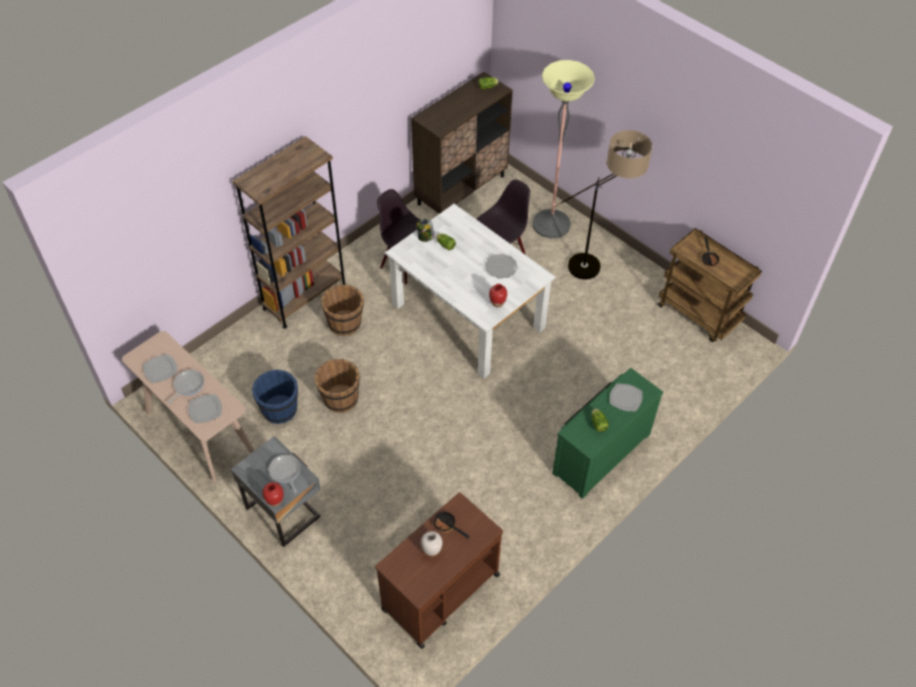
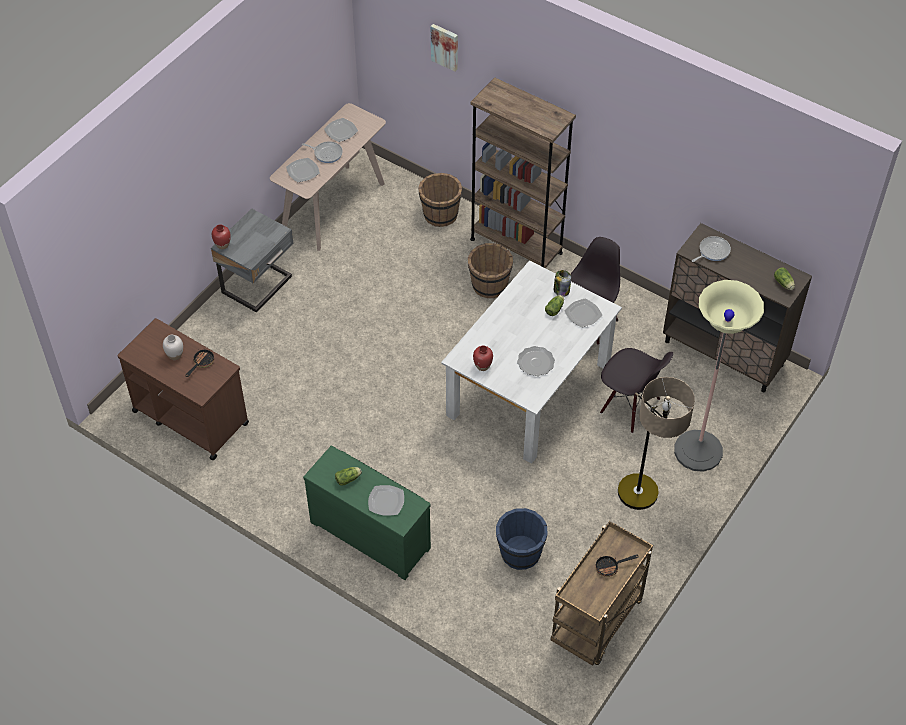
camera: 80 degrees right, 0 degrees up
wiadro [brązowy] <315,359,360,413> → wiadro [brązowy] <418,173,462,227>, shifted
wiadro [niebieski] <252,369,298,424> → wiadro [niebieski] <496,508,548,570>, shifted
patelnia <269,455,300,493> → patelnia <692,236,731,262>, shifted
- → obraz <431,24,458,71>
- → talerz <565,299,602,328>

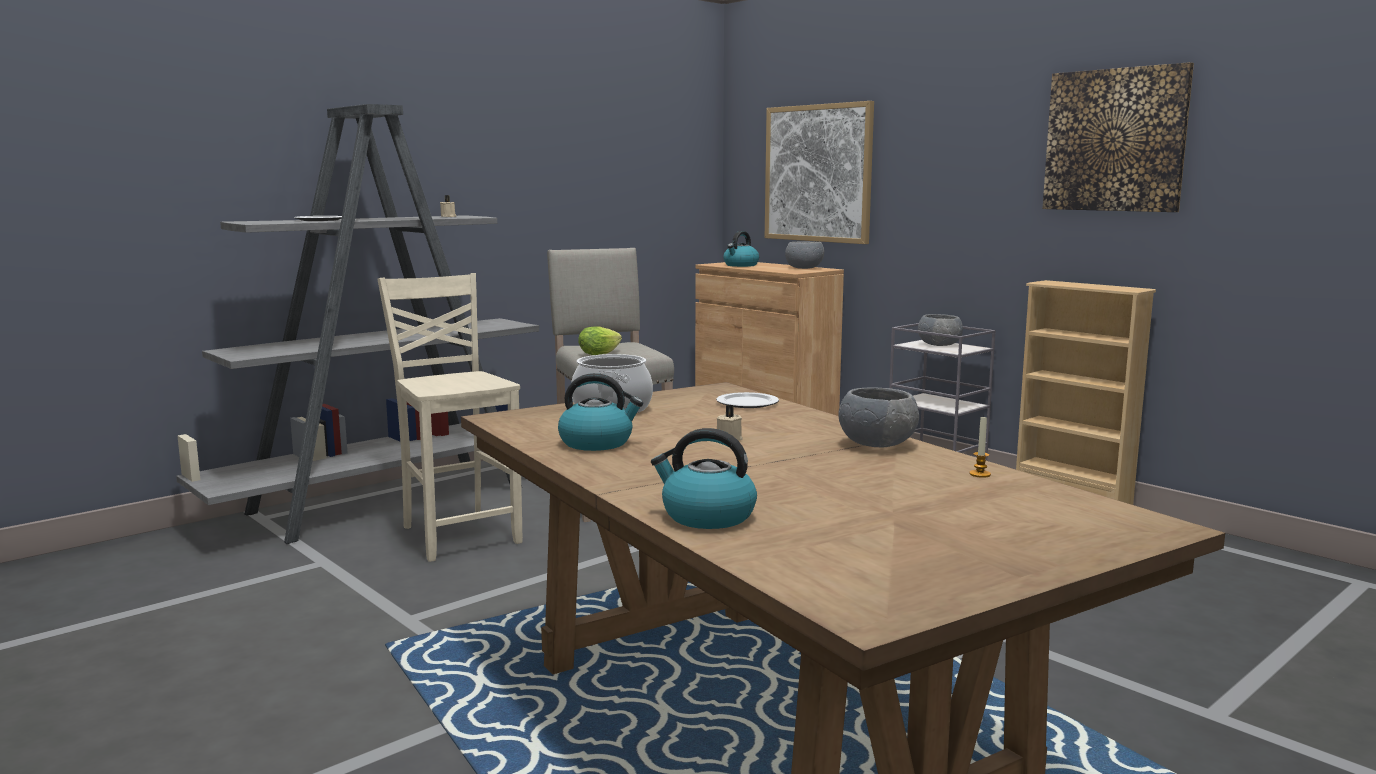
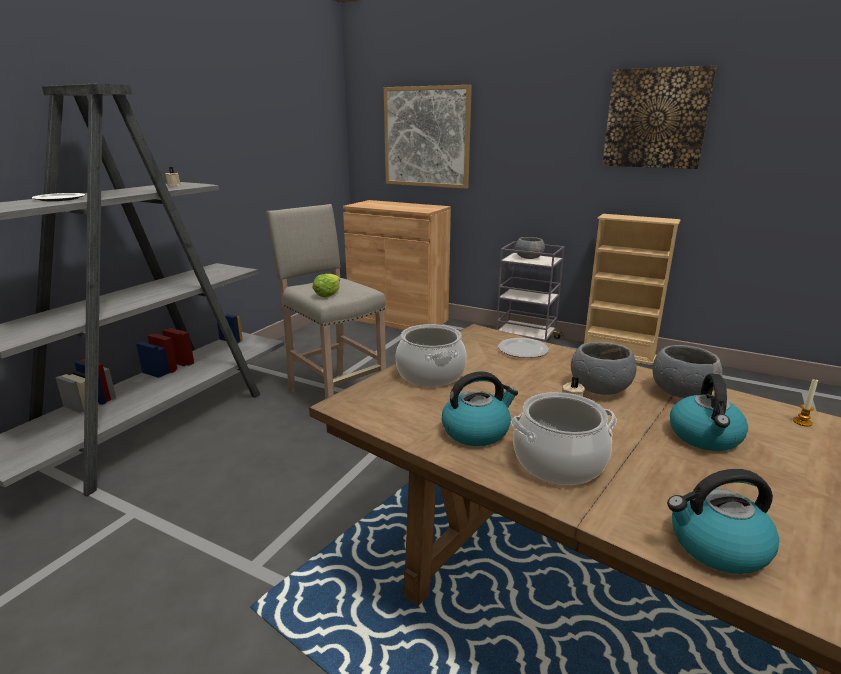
camera: 20 degrees left, 10 degrees up
czajnik <723,231,759,267> → czajnik <670,374,748,451>, shifted
miska [szary] <785,241,824,269> → miska [szary] <571,342,637,395>, shifted
krzesło [beżowy] <378,273,523,562> → -
- → garnek <511,392,617,485>

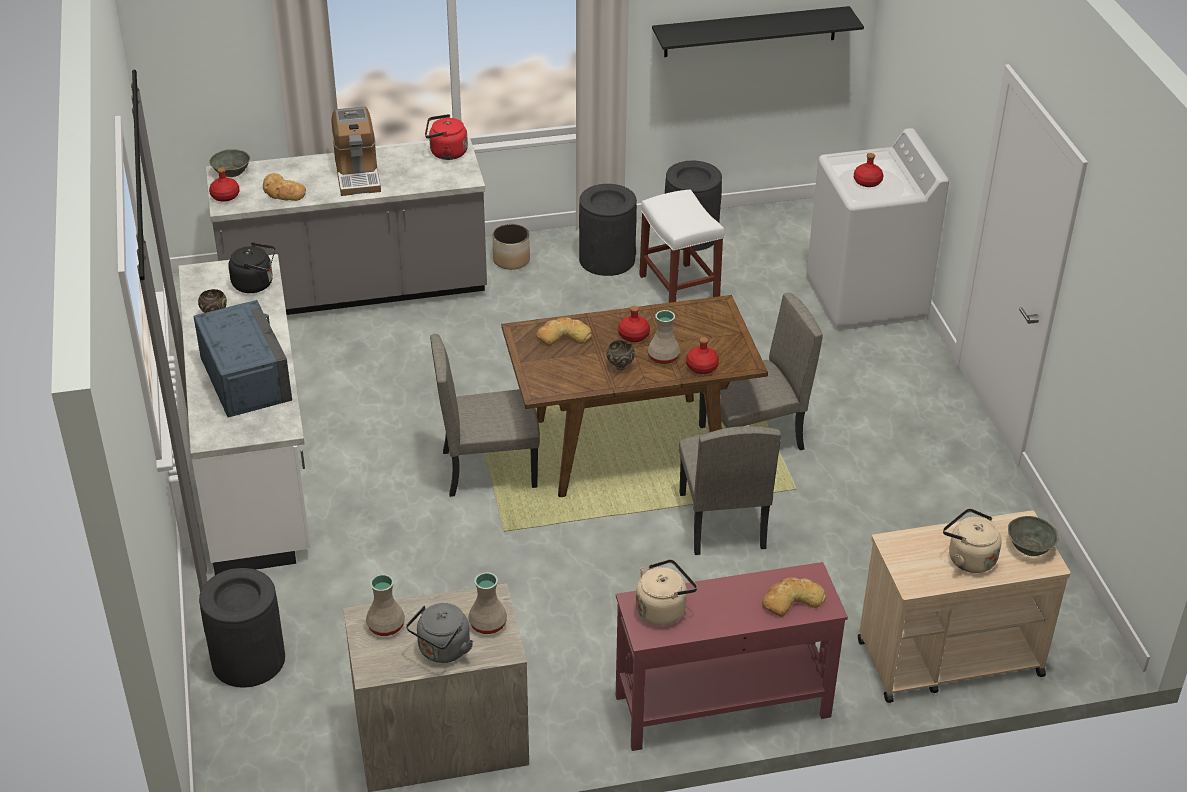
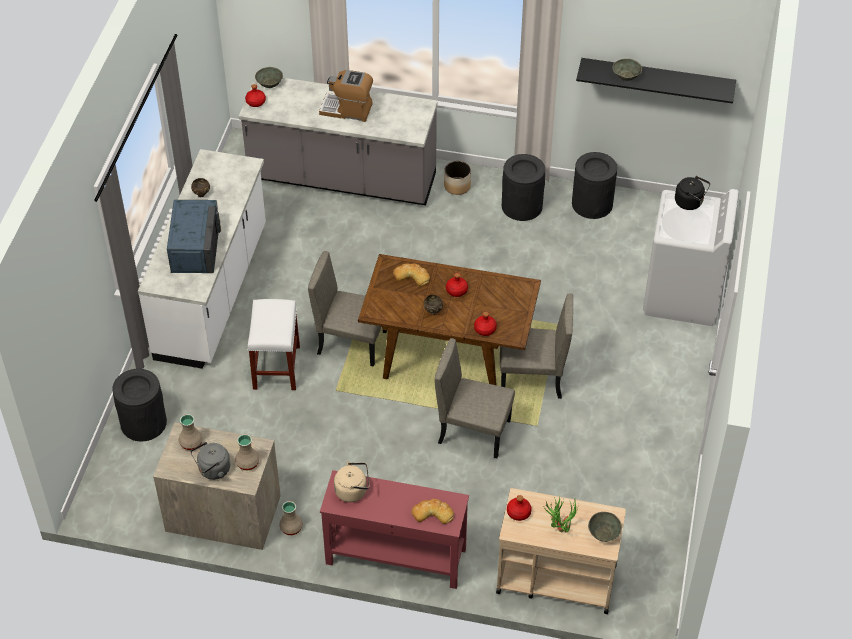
camera: 25 degrees right, 10 degrees up
ekspres do kawy <331,107,381,196> → ekspres do kawy <319,70,373,122>, 90 degrees clockwise
czajnik [czerwony] <425,114,468,160> → -
butelka [czerwony] <854,153,883,187> → butelka [czerwony] <507,495,532,521>, shifted
chleb <263,173,306,201> → -
stołek [biały] <639,189,724,303> → stołek [biały] <248,299,300,390>, shifted
czajnik [czarny] <228,242,275,293> → czajnik [czarny] <675,176,710,210>, shifted
wazon [beżowy] <648,310,680,364> → wazon [beżowy] <279,501,303,535>, shifted
krzesło [beżowy] <679,426,781,555> → krzesło [beżowy] <434,338,515,458>, 90 degrees clockwise
czajnik [beżowy] <943,508,1002,573> → roślina doniczkowa <543,495,579,532>
- → miska [szary] <613,59,642,81>

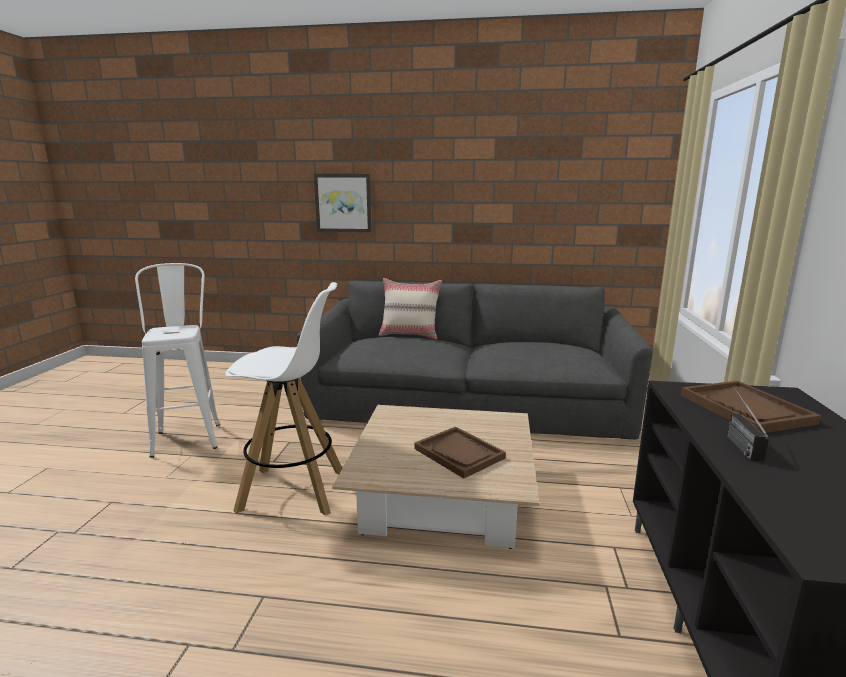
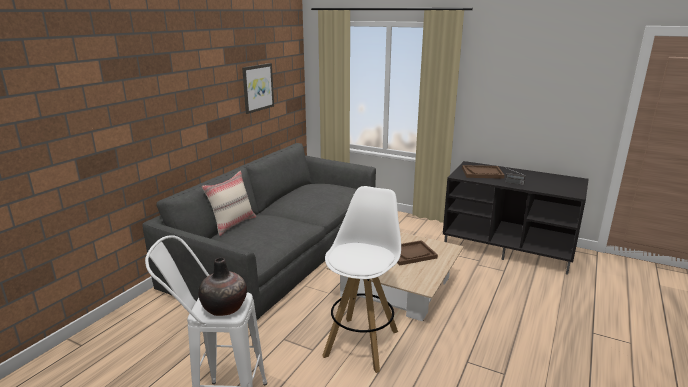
camera: 70 degrees left, 5 degrees up
obraz <314,174,372,232> → obraz <242,63,274,114>, shifted
- → wazon <198,258,247,316>

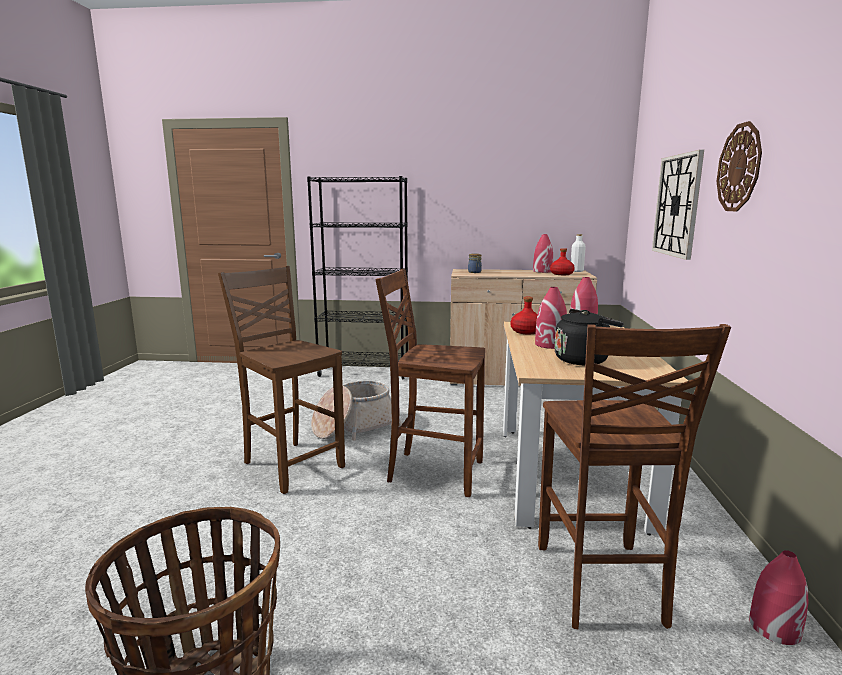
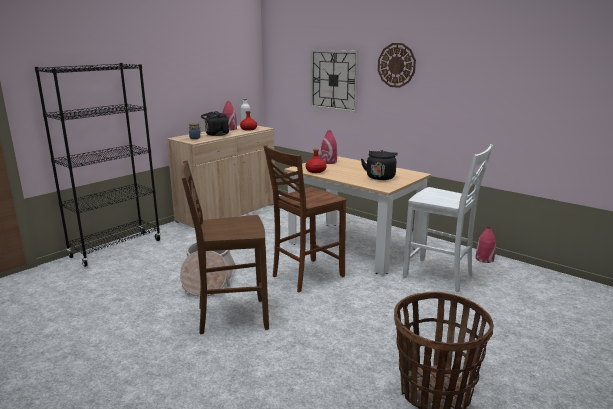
camera: 55 degrees left, 5 degrees up
wazon [czerwony] <535,287,567,349> → -
krzesło [brązowy] <538,324,731,629> → krzesło [biały] <403,144,493,292>
- → czajnik [czarny] <201,111,229,136>

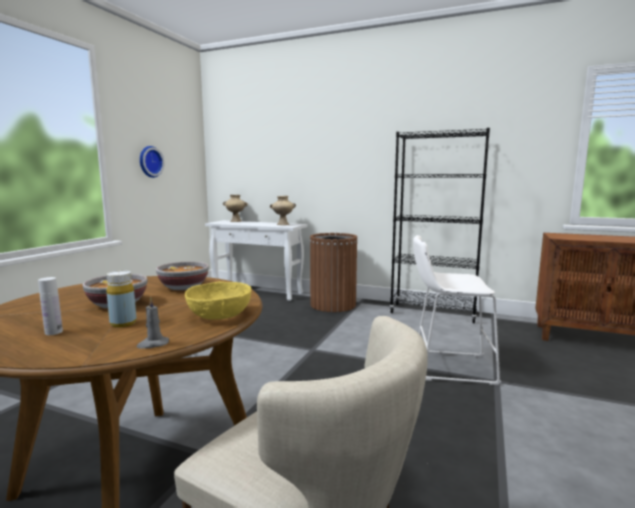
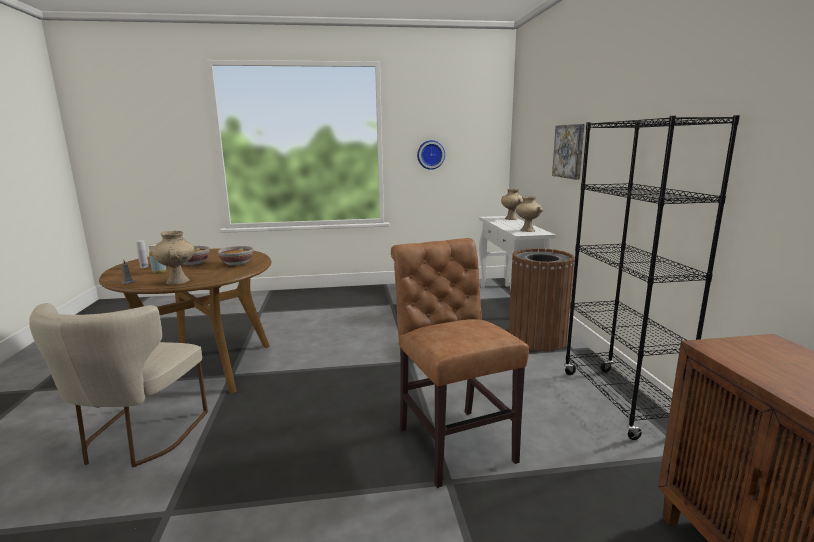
camera: 60 degrees right, 5 degrees up
stołek [biały] <413,235,501,385> → krzesło [brązowy] <391,238,529,488>
miska [żółty] <185,281,252,320> → wazon [beżowy] <152,231,195,285>
- → obraz <552,124,585,180>

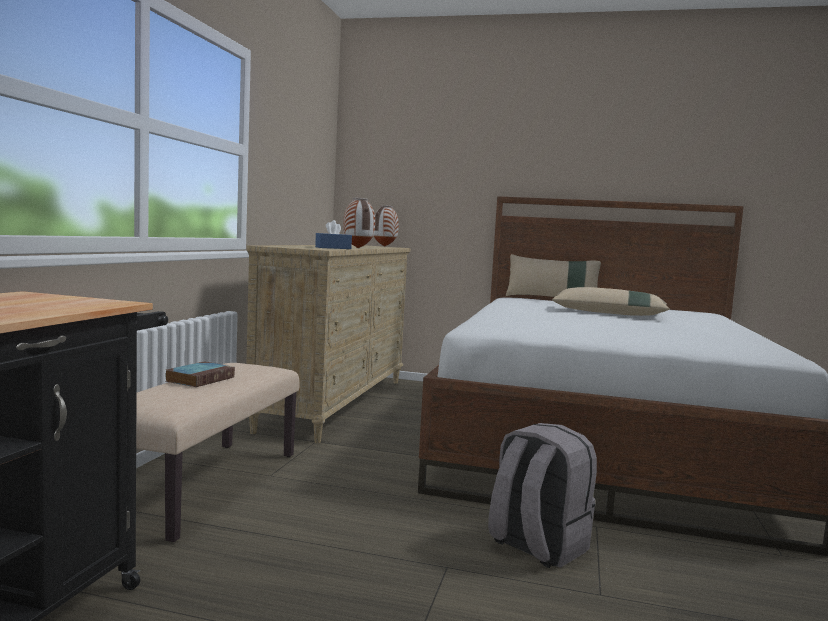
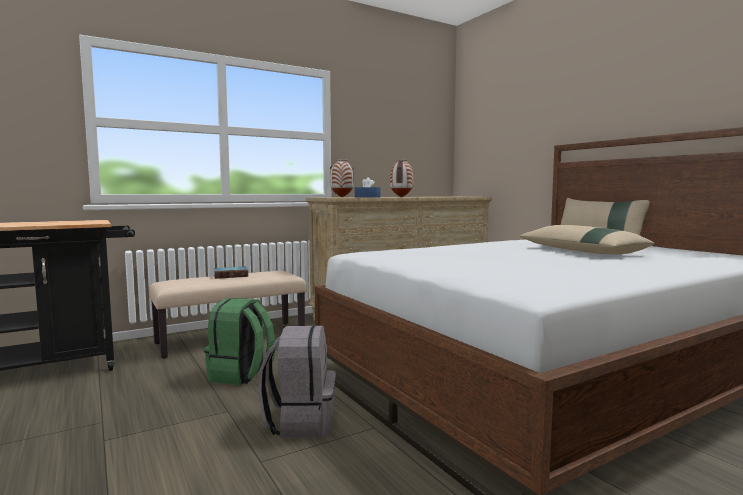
camera: 45 degrees right, 0 degrees up
wazon <374,205,399,247> → wazon <330,159,354,197>, shifted
- → plecak [zielony] <204,298,275,385>

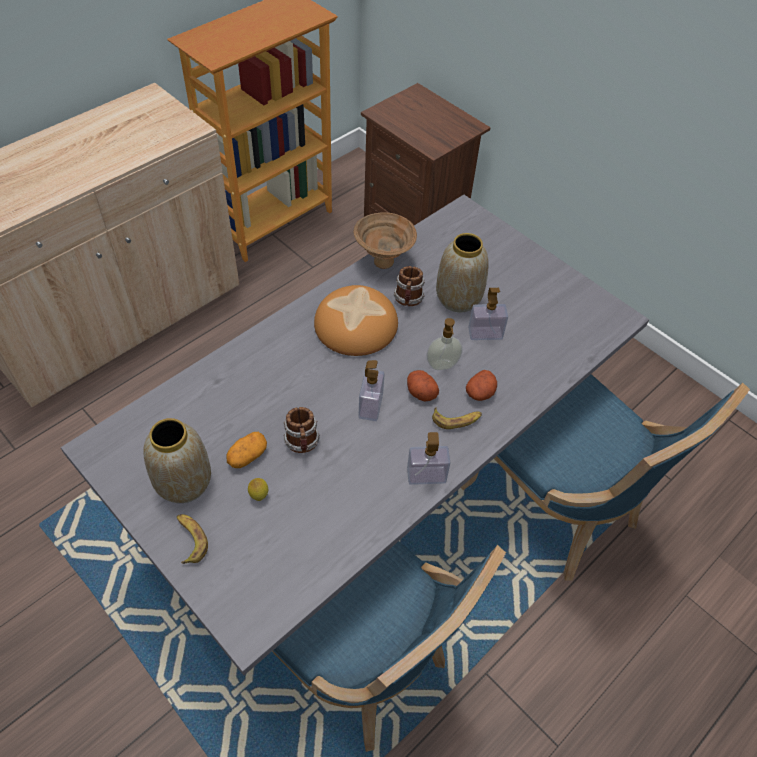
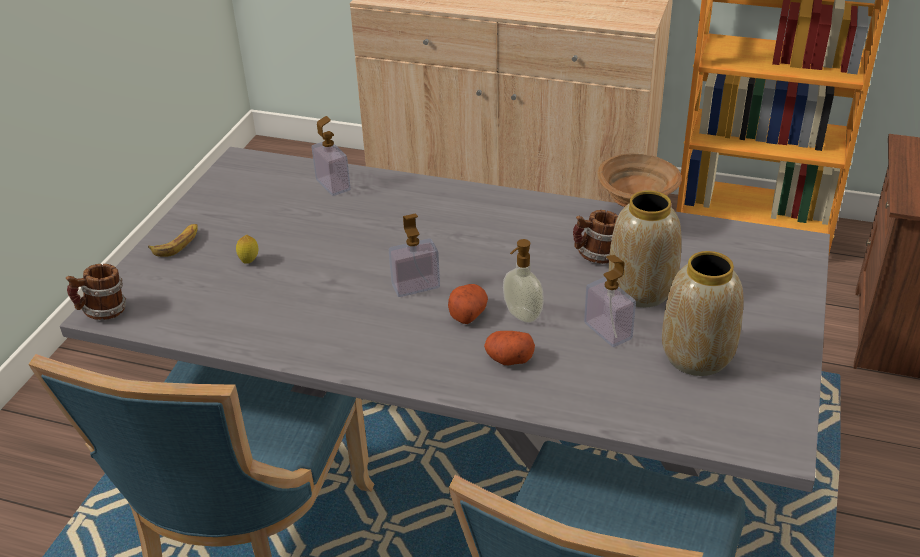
camera: 65 degrees right, 15 degrees down
chleb <314,285,398,356> → -
kubek <284,407,320,453> → kubek <65,264,126,320>, shifted
banan <432,407,482,429> → -
wazon <143,418,211,503> → wazon <662,251,743,376>, shifted
ziemniak <227,432,267,468> → -
dozownik mydła <407,432,450,485> → dozownik mydła <312,116,351,196>, shifted

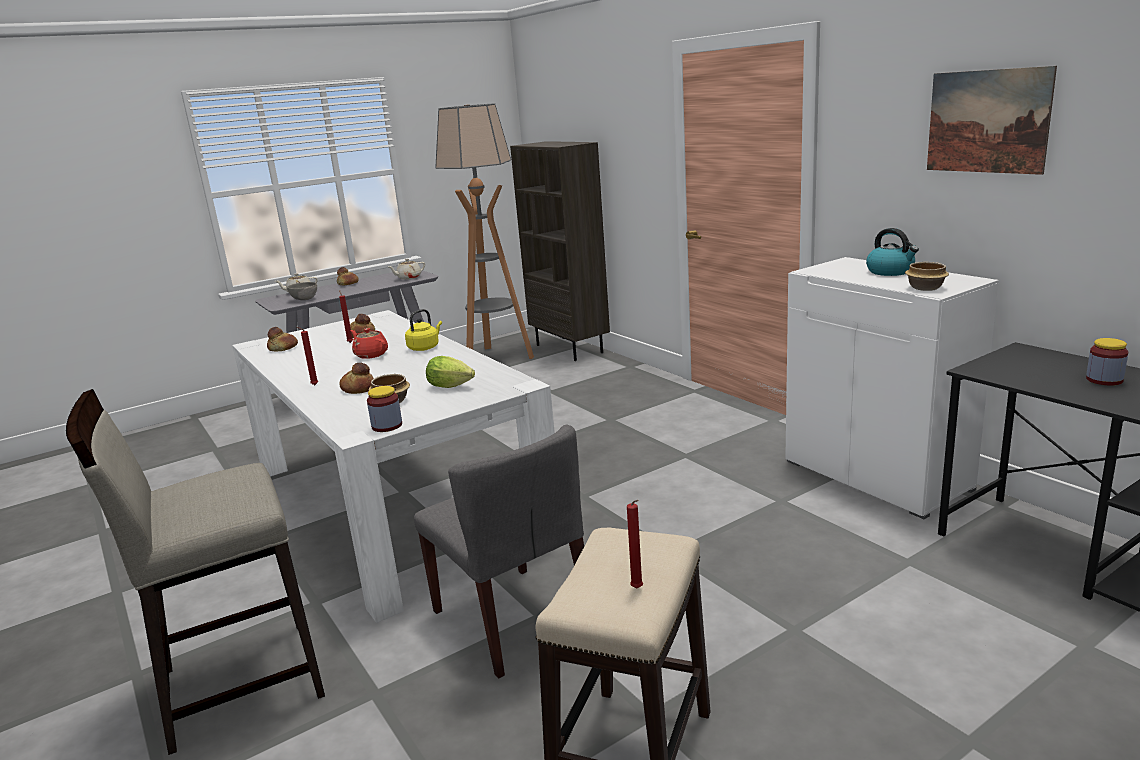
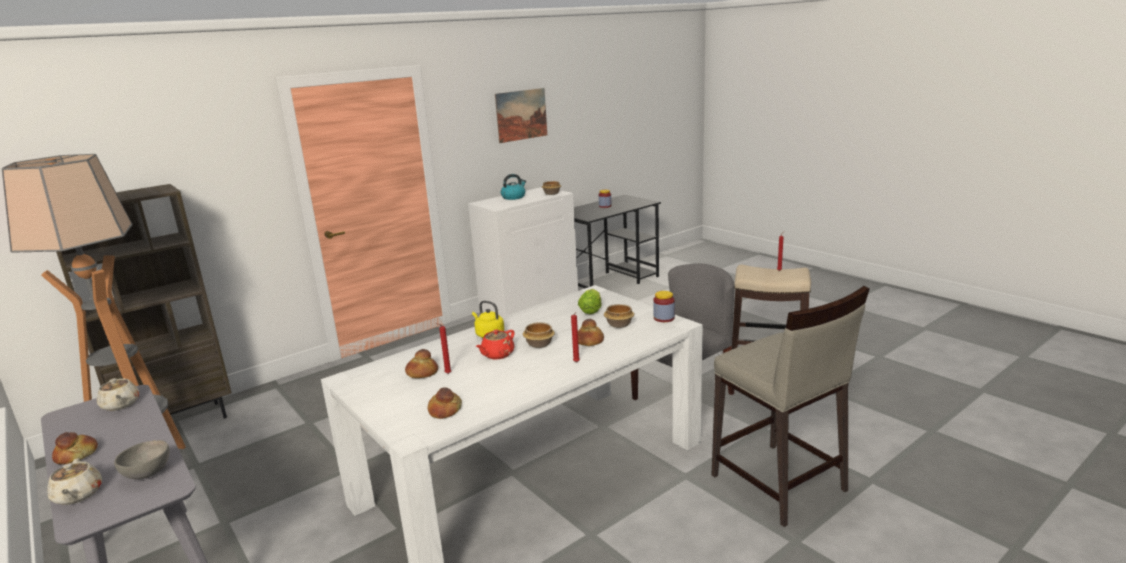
camera: 95 degrees left, 0 degrees up
- → miska <523,322,555,348>

